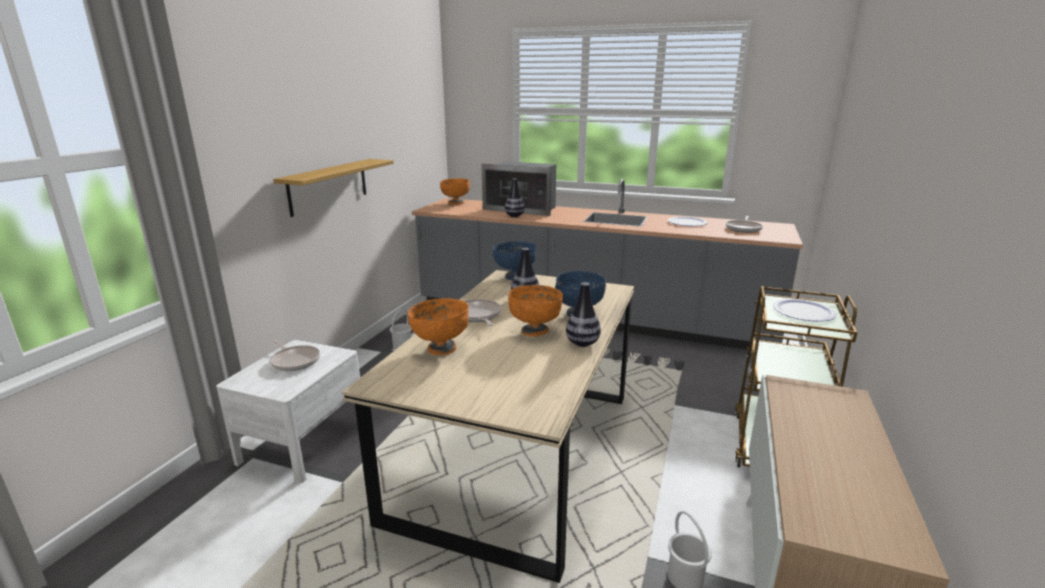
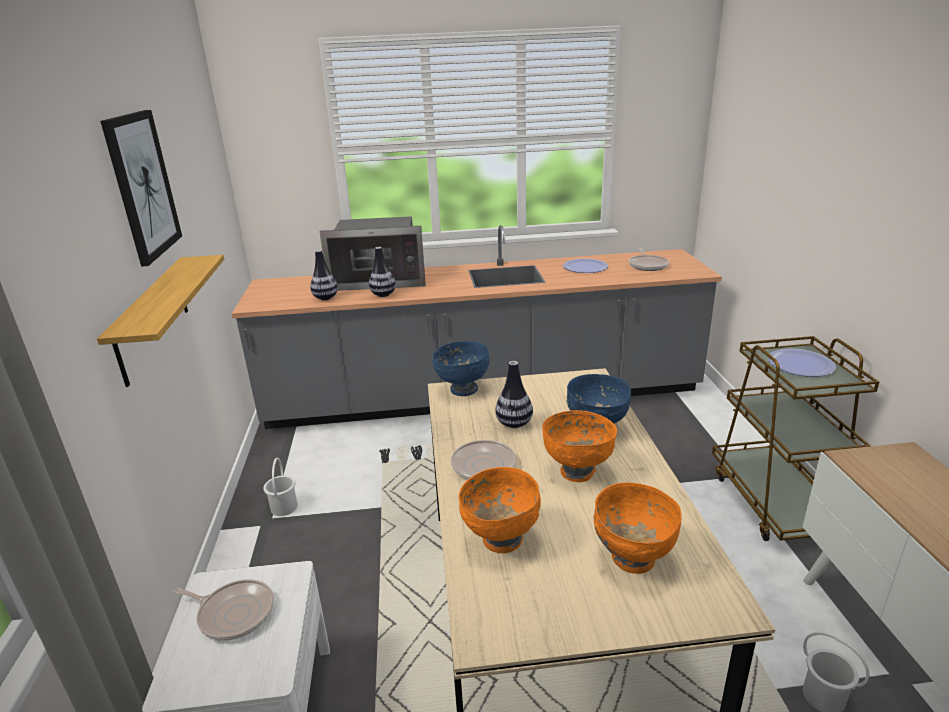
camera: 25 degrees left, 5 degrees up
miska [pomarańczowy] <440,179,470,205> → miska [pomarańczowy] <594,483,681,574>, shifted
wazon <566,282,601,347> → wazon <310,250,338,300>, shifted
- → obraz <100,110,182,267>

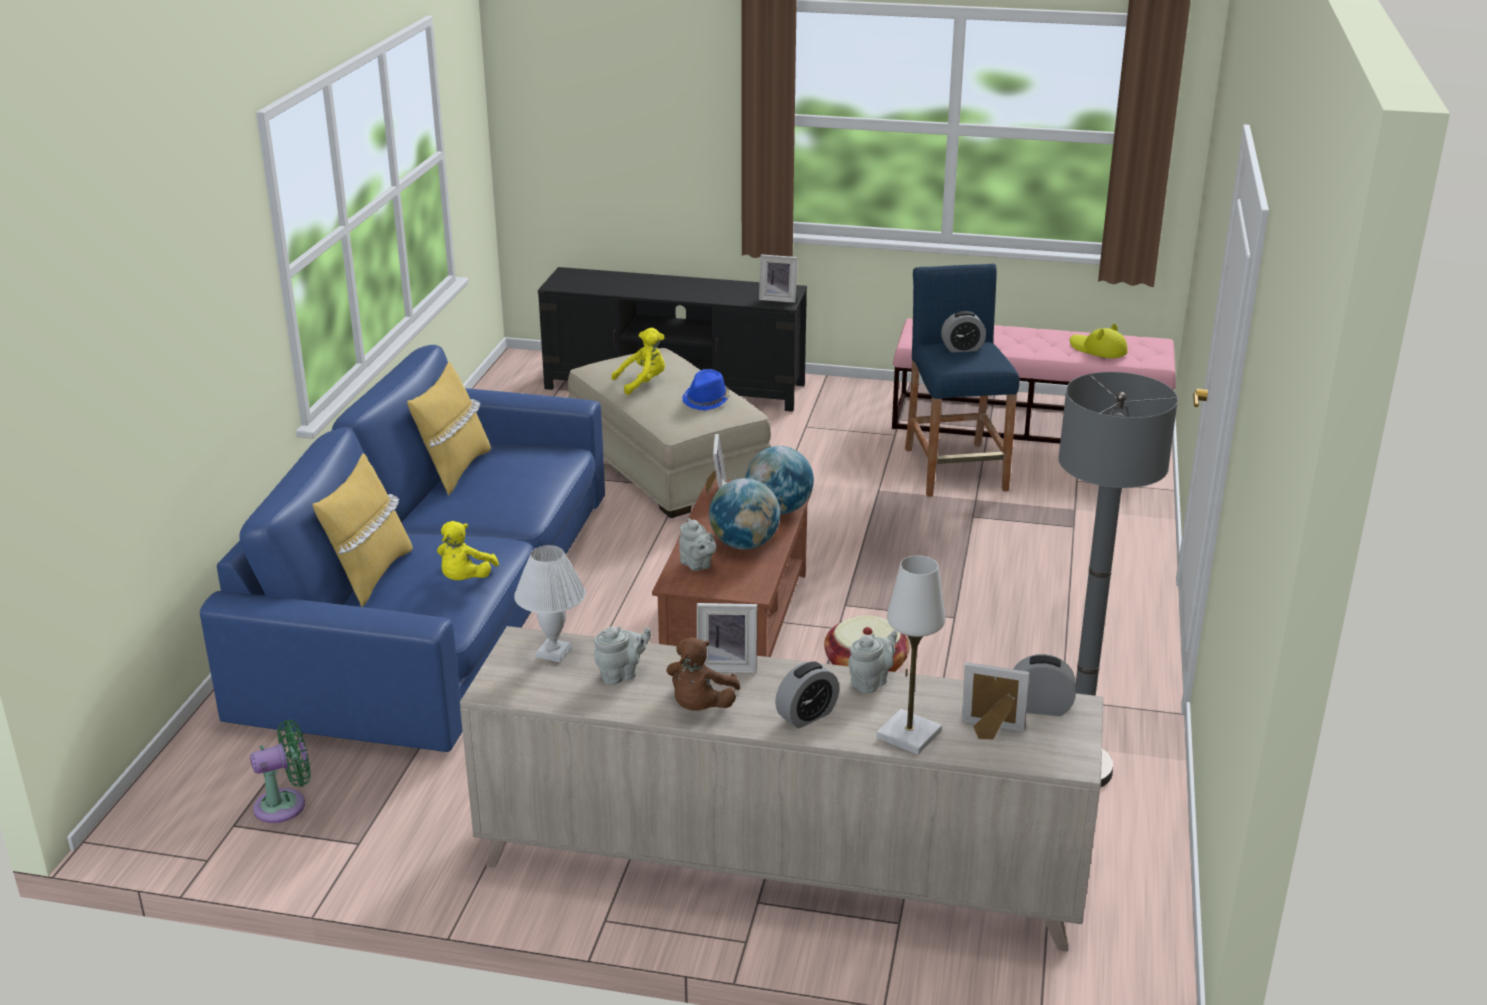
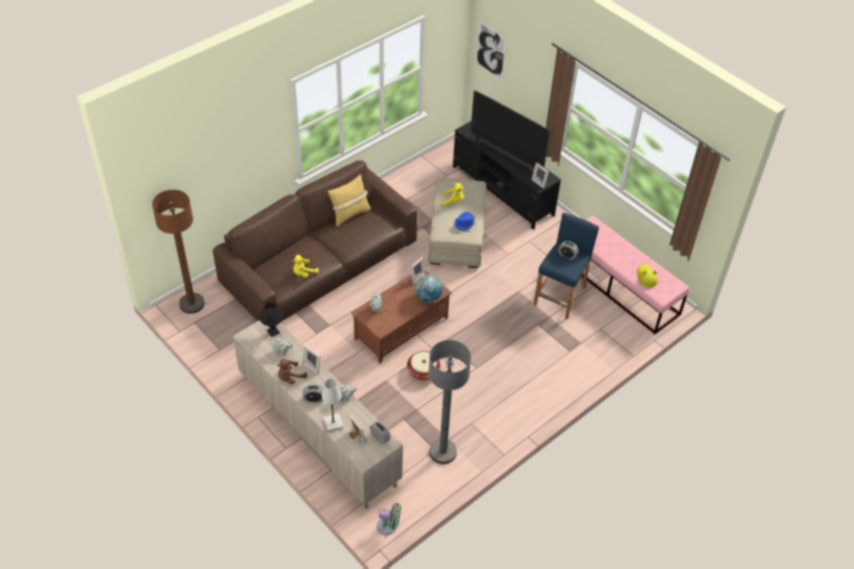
camera: 35 degrees right, 20 degrees up
kanapa [niebieski] <200,345,605,752> → kanapa [brązowy] <213,160,417,321>
poduszka [żółty] <313,453,413,607> → -
globus <709,478,780,550> → -
lampa stołowa [biały] <514,545,586,663> → lampa stołowa [czarny] <259,302,284,337>
wentylator [zielony] <250,720,311,823> → wentylator [zielony] <377,503,401,535>, shifted
- → obraz <476,20,506,80>
- → telewizor <471,90,550,168>
- → lampa stojąca [brązowy] <152,190,205,314>

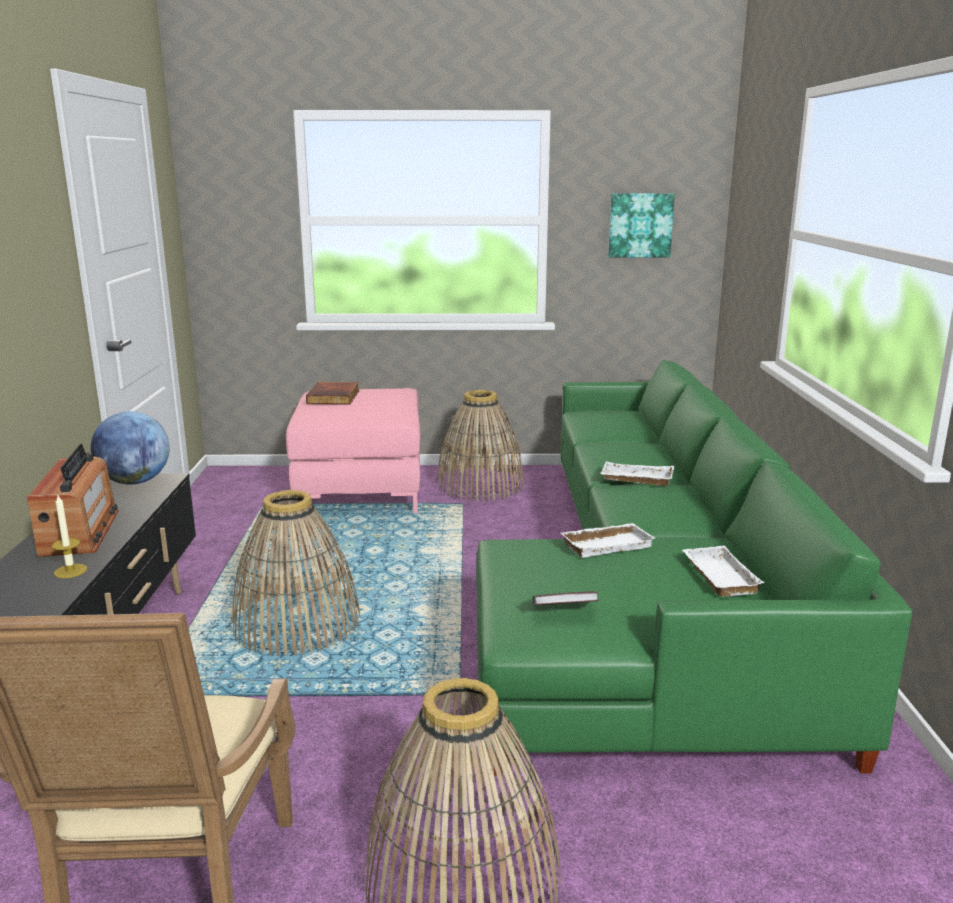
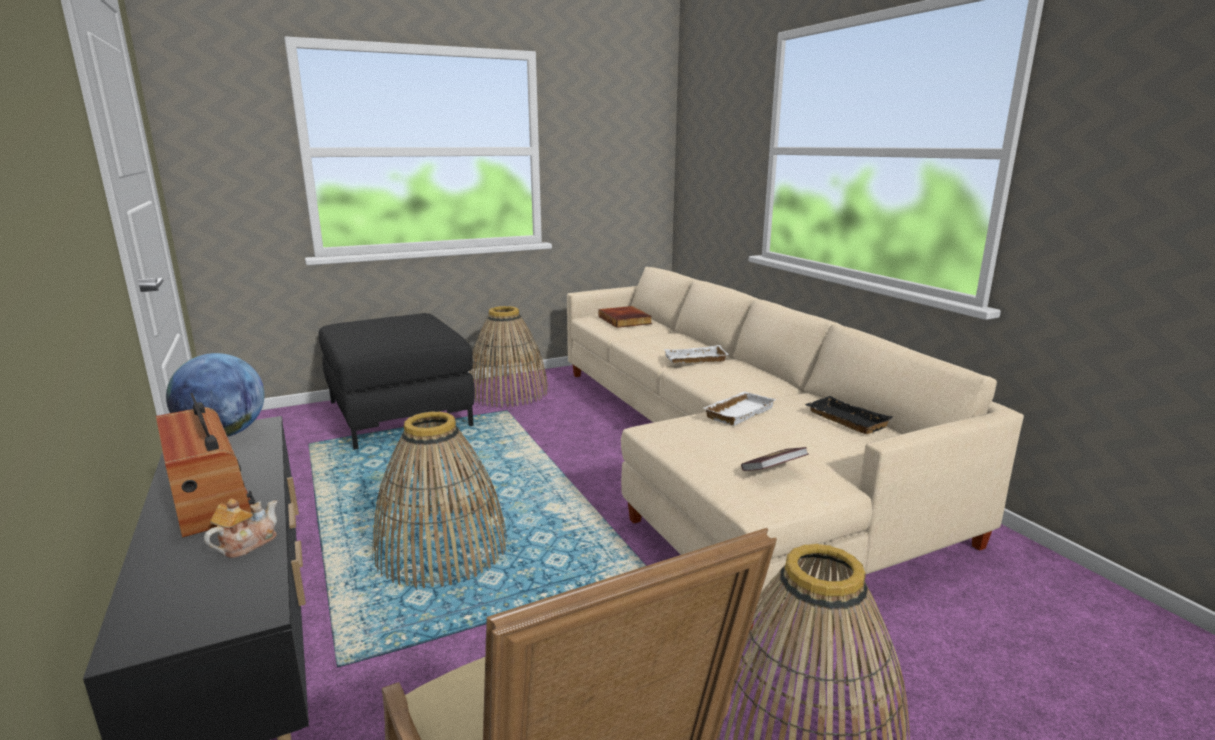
camera: 25 degrees left, 0 degrees up
obraz <608,193,675,257> → -
kanapa [zielony] <476,360,912,776> → kanapa [beżowy] <567,267,1024,633>
książka <306,382,360,405> → książka <598,306,652,328>, shifted
pufa [różowy] <286,388,421,514> → pufa [czarny] <319,313,475,450>
świeca <52,495,87,578> → imbryk <204,499,277,558>
taca [biały] <682,545,765,597> → taca [czarny] <805,396,893,434>

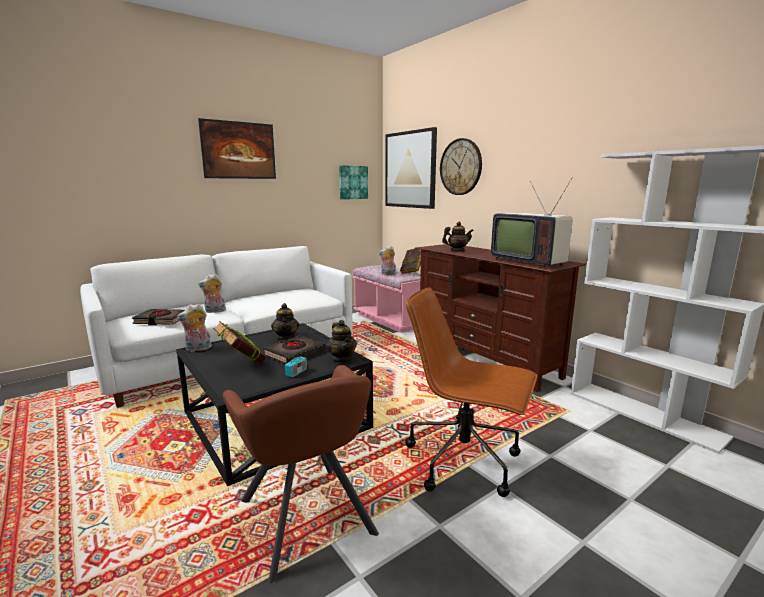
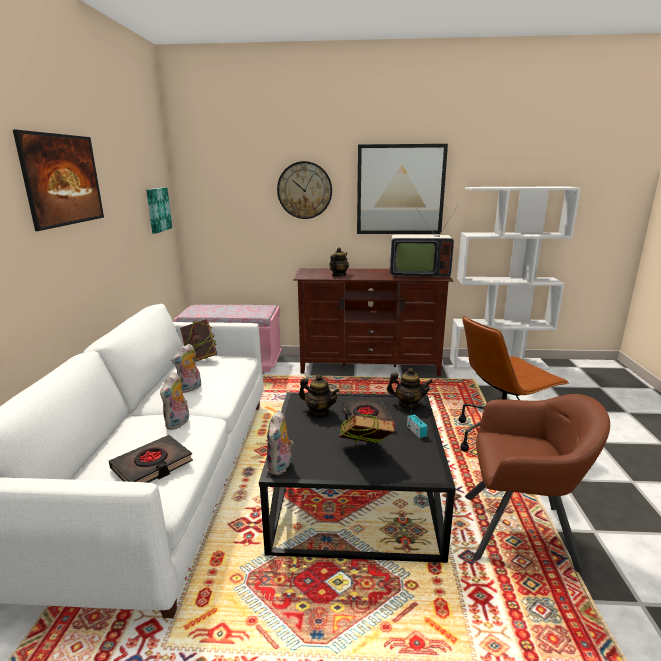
camera: 50 degrees left, 5 degrees up
obraz <385,127,437,209> → obraz <357,144,448,234>, shifted
pluszak <379,246,396,275> → pluszak <171,344,201,393>, shifted
książka <400,247,421,273> → książka <180,319,217,362>, shifted

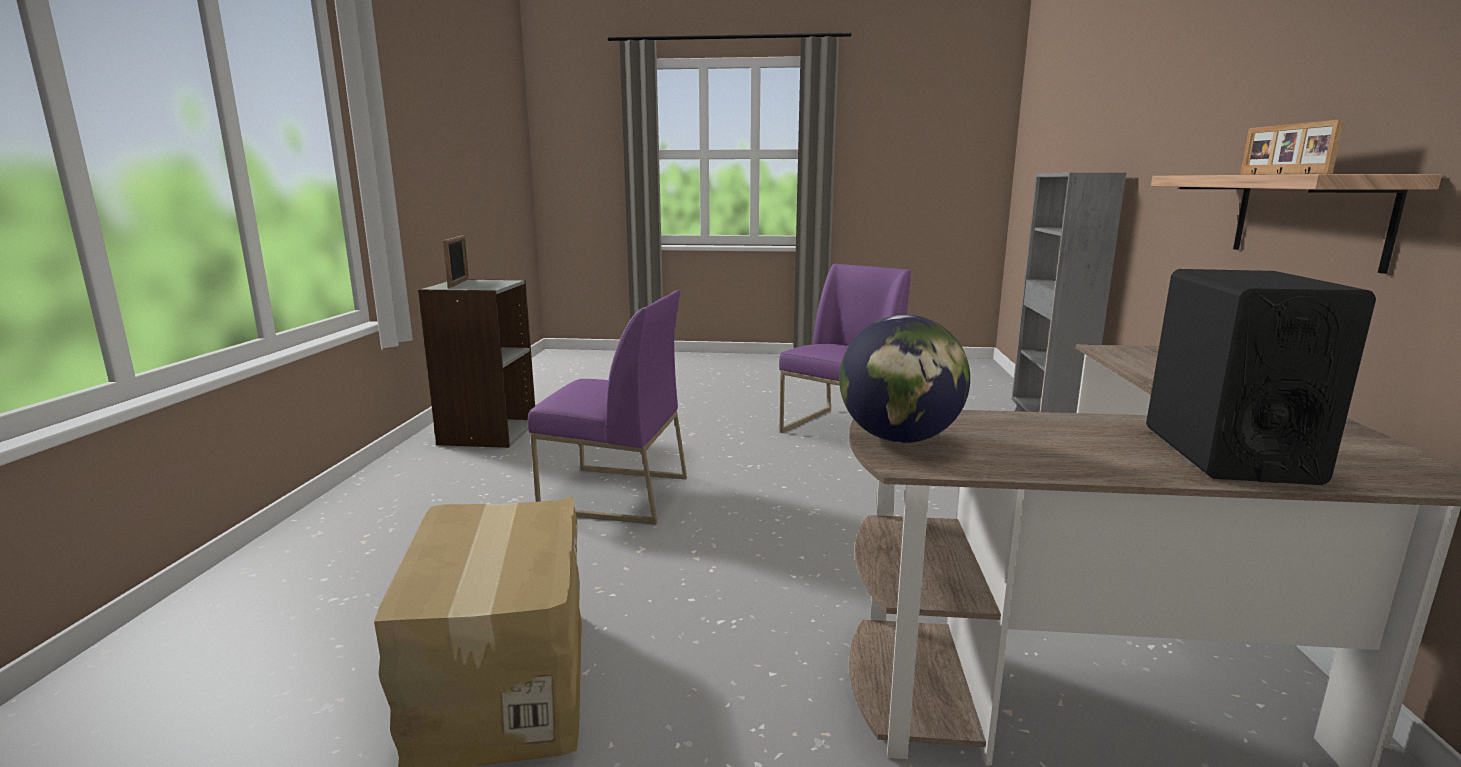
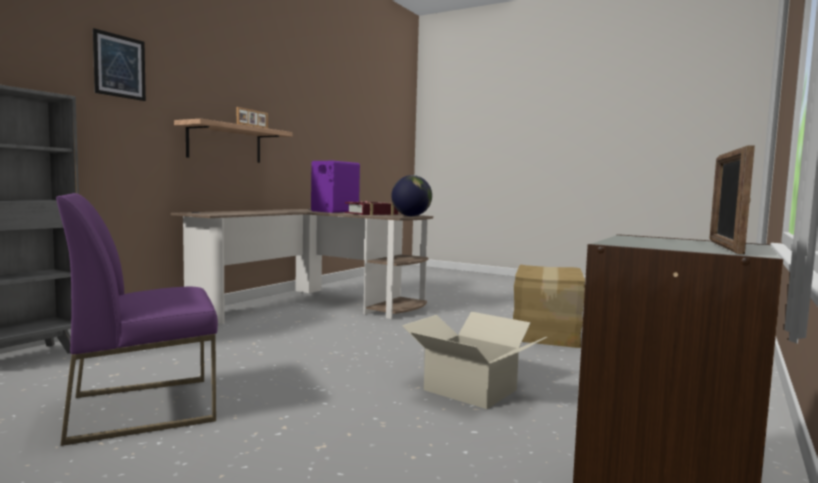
camera: 155 degrees left, 10 degrees down
głośnik [czarny] <1146,269,1376,485> → głośnik [fioletowy] <311,161,360,213>
krzesło [fioletowy] <528,290,687,524> → karton <402,312,547,409>
- → obraz <93,28,146,101>
- → książka <345,201,398,215>

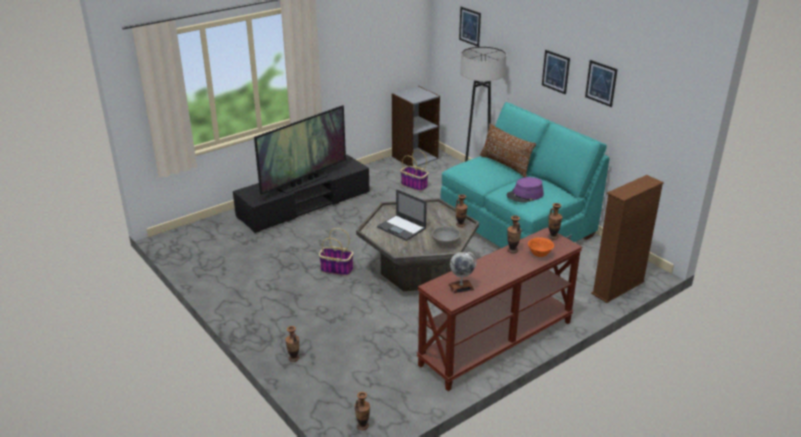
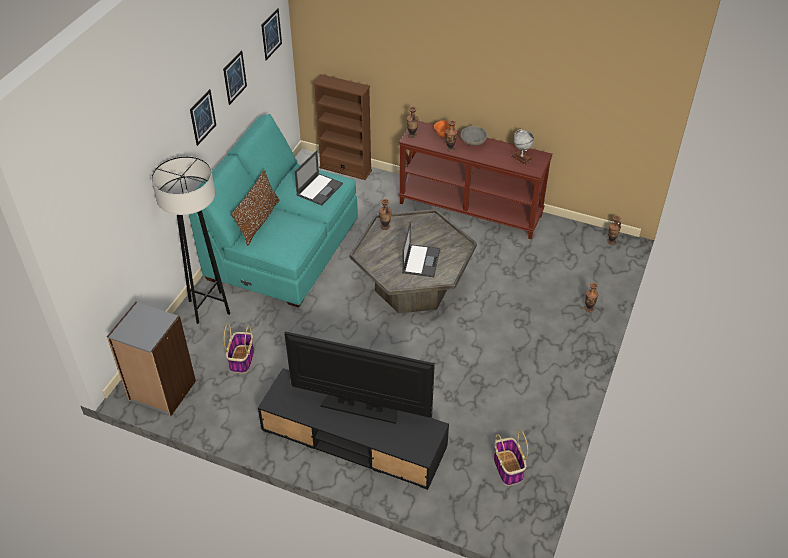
camera: 120 degrees left, 15 degrees up
obraz <459,7,481,47> → obraz <261,8,282,60>, shifted
kapelusz [fioletowy] <506,177,544,203> → laptop <295,150,343,205>
miska [szary] <432,226,460,246> → miska [szary] <461,126,487,145>, shifted
koszyk <319,228,353,276> → koszyk <494,430,528,486>, shifted

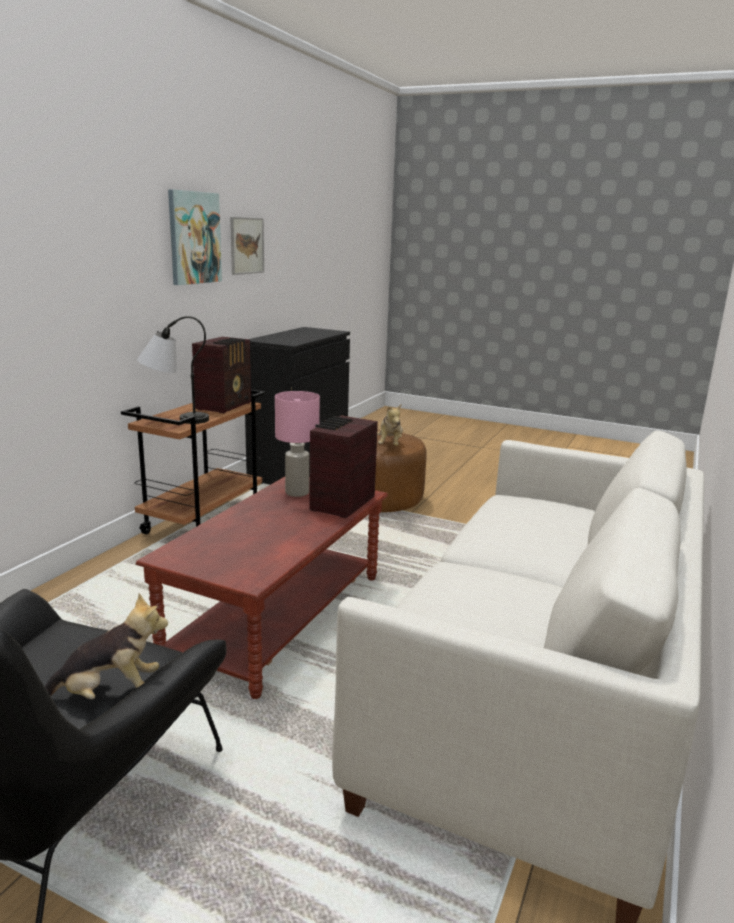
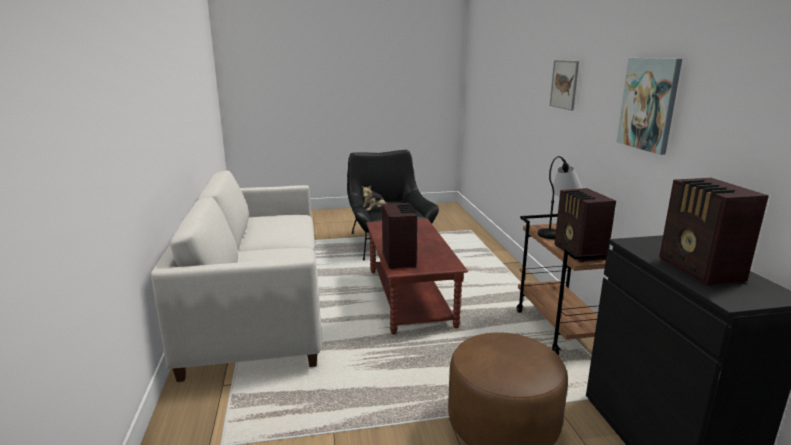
camera: 145 degrees right, 0 degrees up
obraz <230,217,264,275> → obraz <550,60,579,111>, shifted
lampa stołowa [różowy] <275,391,320,497> → -
pluszak <377,404,403,446> → -
- → radio <659,178,769,286>

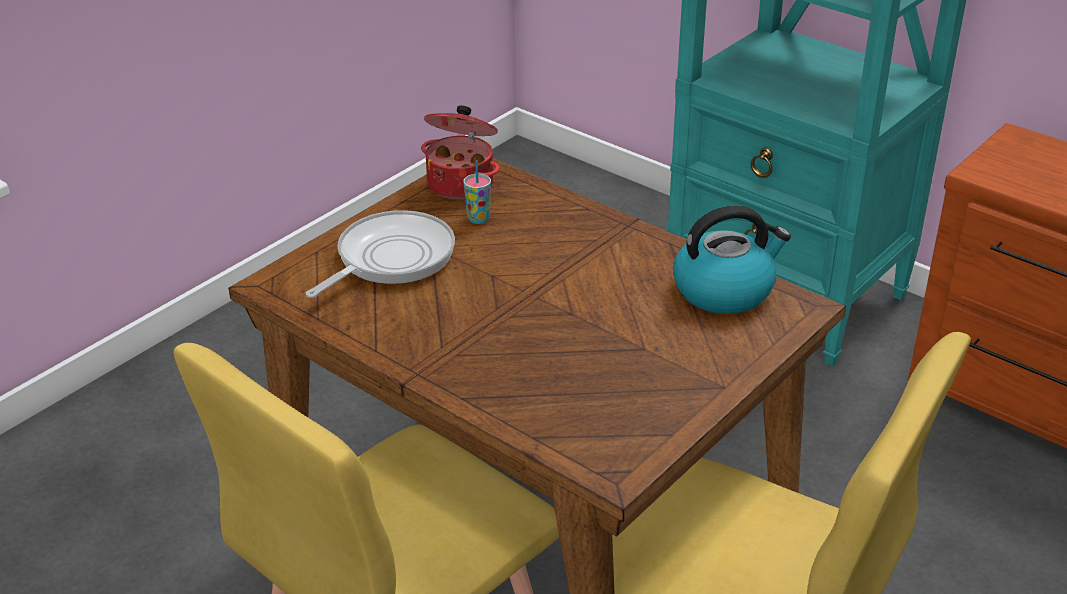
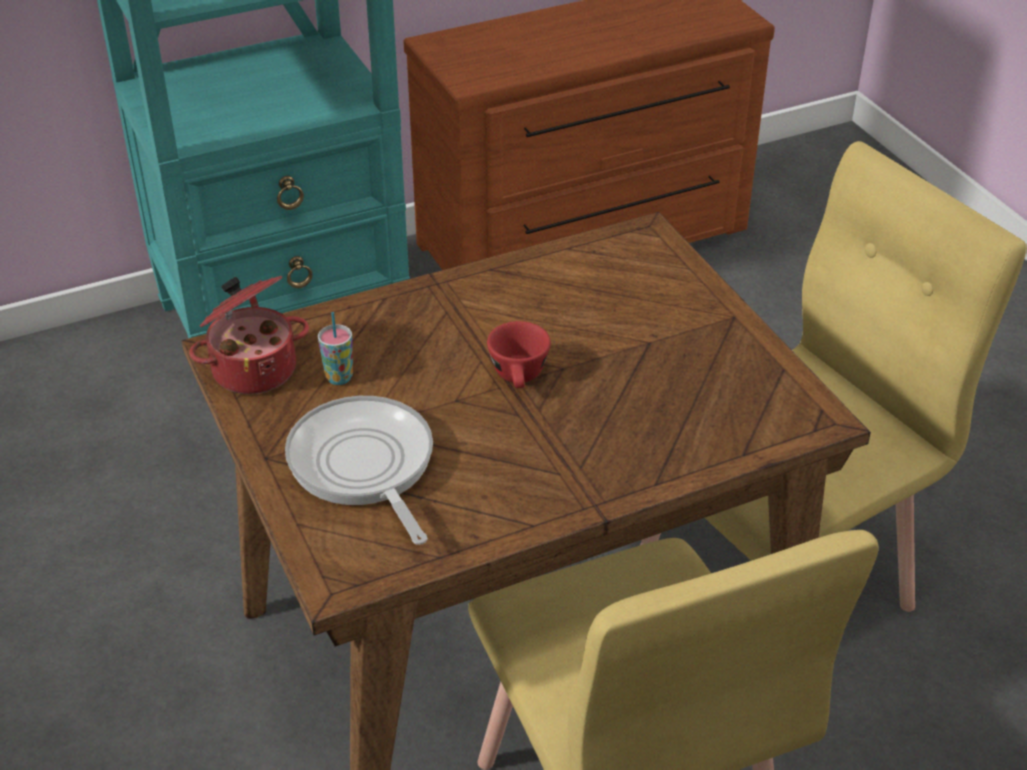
camera: 65 degrees left, 5 degrees up
czajnik <673,205,791,314> → -
- → filiżanka [czerwony] <487,321,551,388>

